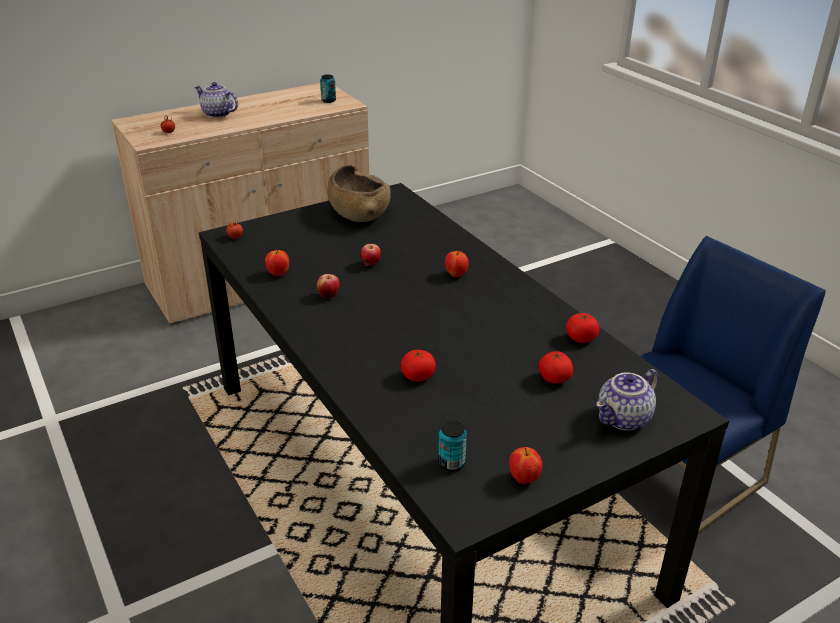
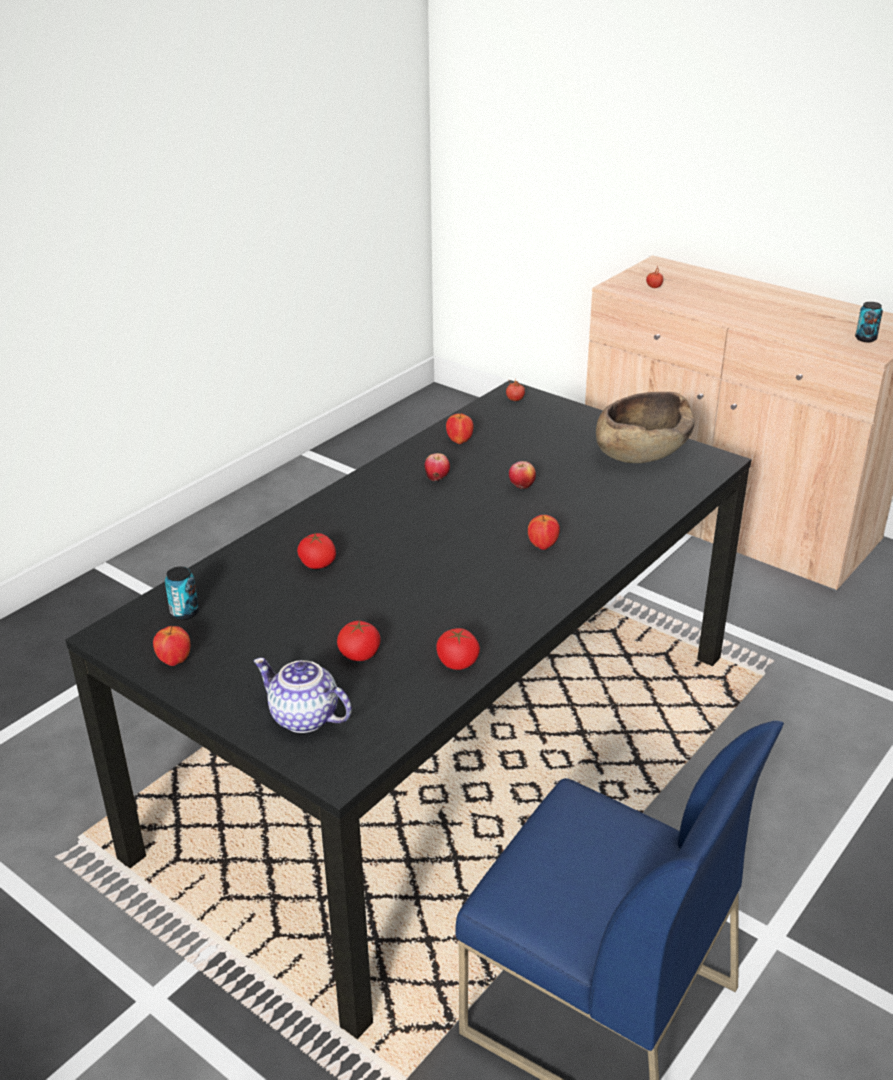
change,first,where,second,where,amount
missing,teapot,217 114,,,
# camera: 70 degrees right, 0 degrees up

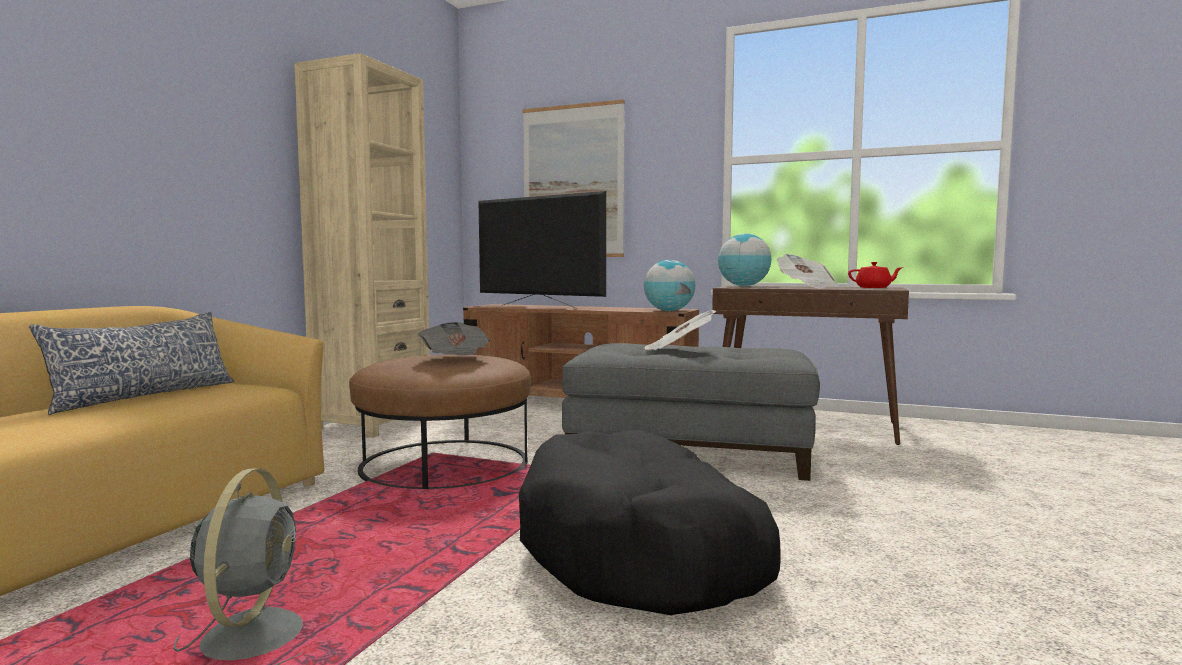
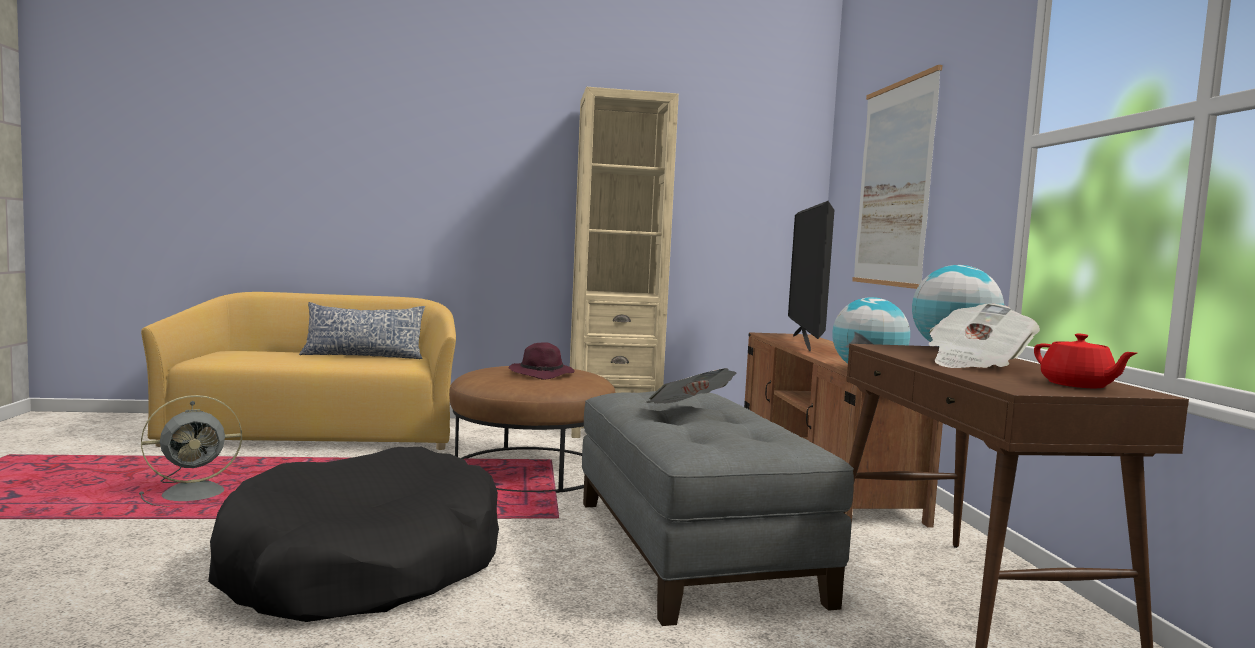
change,first,where,second,where,amount
exchanged,newspaper,456 360,hat (purple),542 374,
# camera: 60 degrees right, 0 degrees up

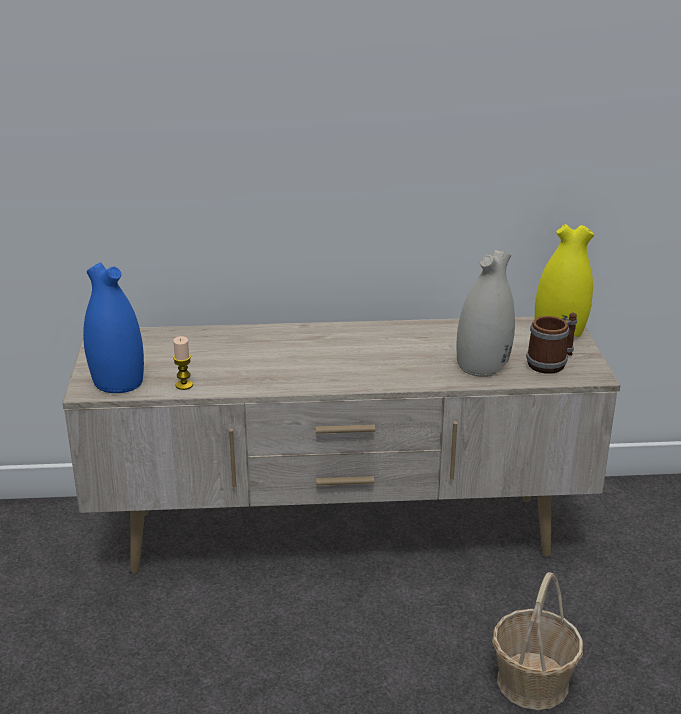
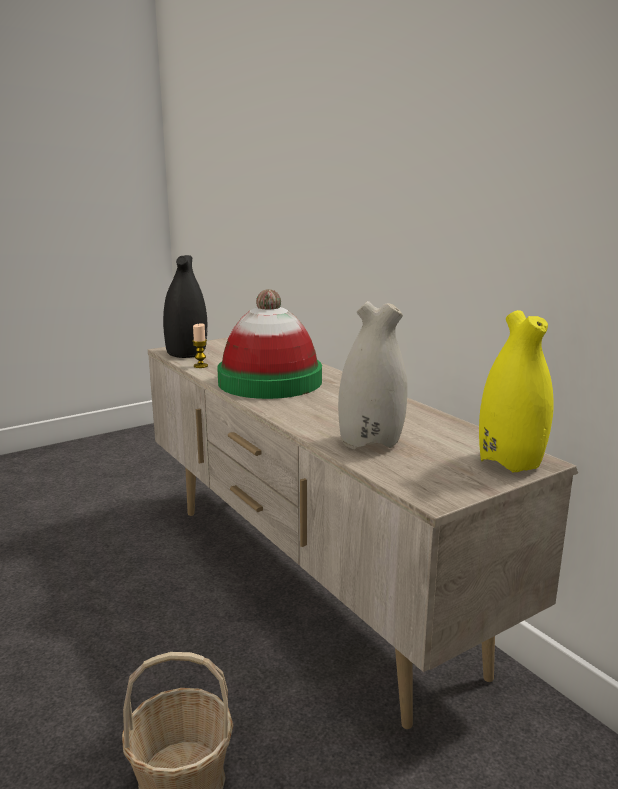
change,first,where,second,where,amount
colour,vase (blue),117 381,vase (black),187 352,
missing,mug,551 363,,,
appeared,,,hat,270 381,
# camera: 60 degrees right, 10 degrees down

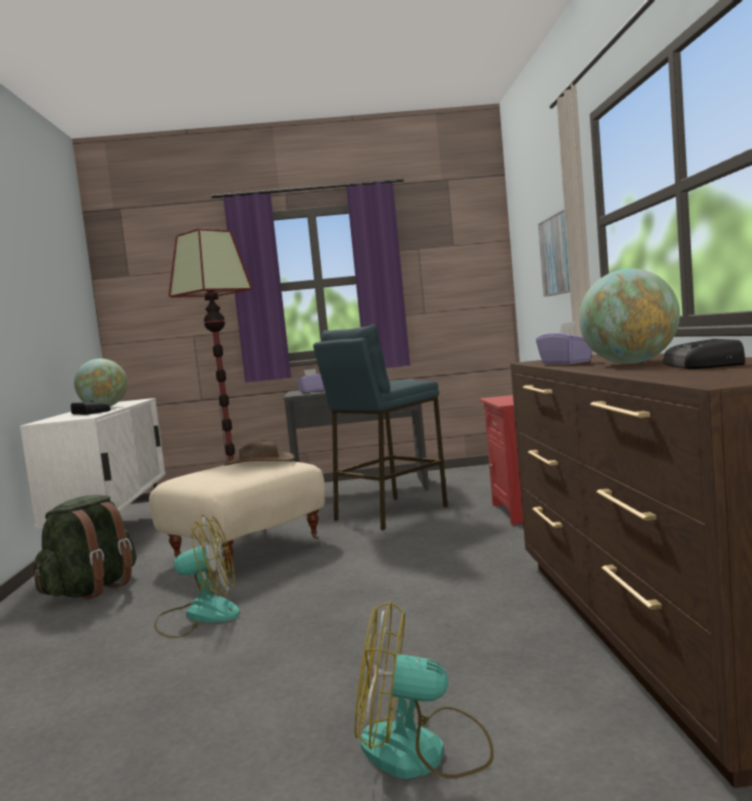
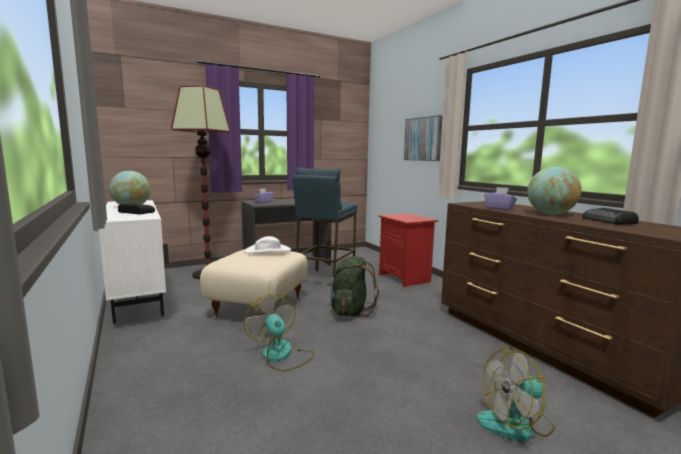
change,first,where,second,where,amount
colour,hat (brown),259 462,hat (white),268 251,
relocated,backpack (green),92 590,,350 312,
spun,fan,199 615,,281 356,90 degrees counterclockwise
# camera: 25 degrees left, 5 degrees up

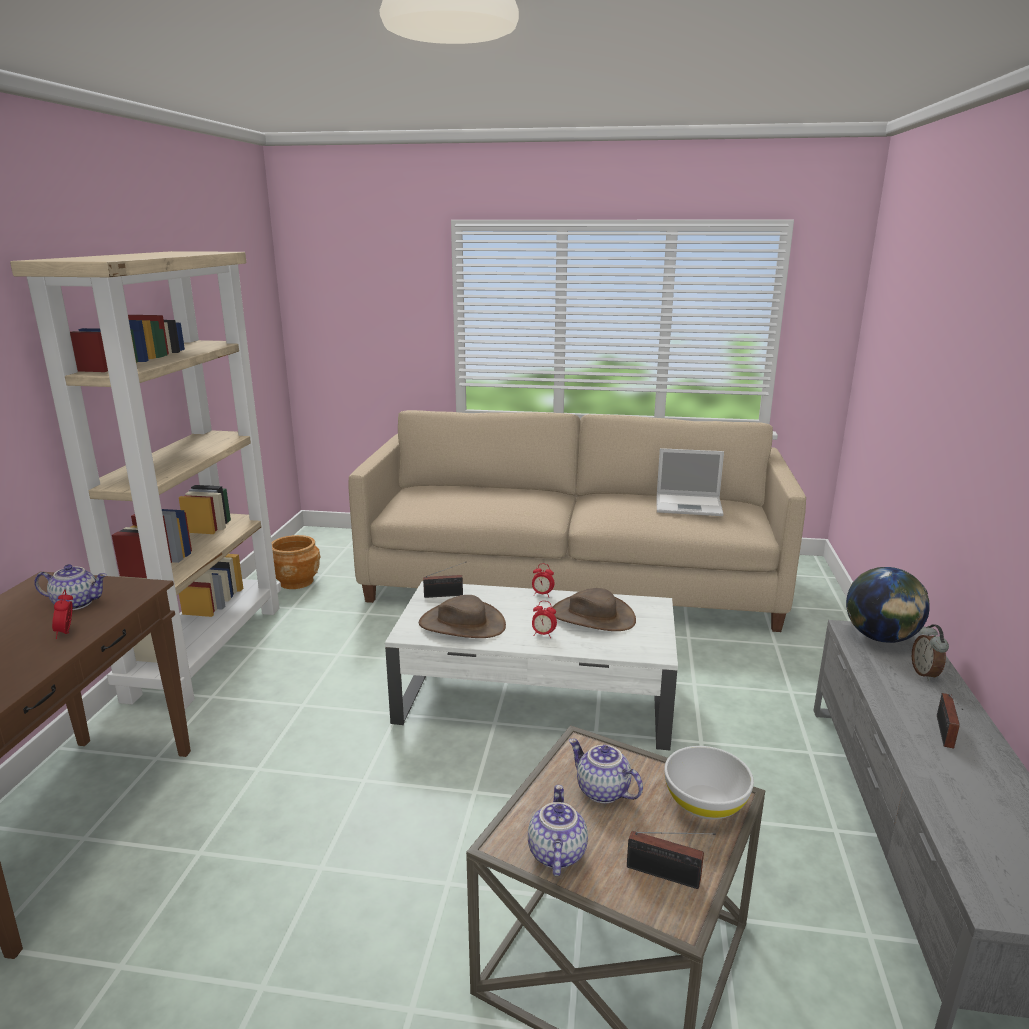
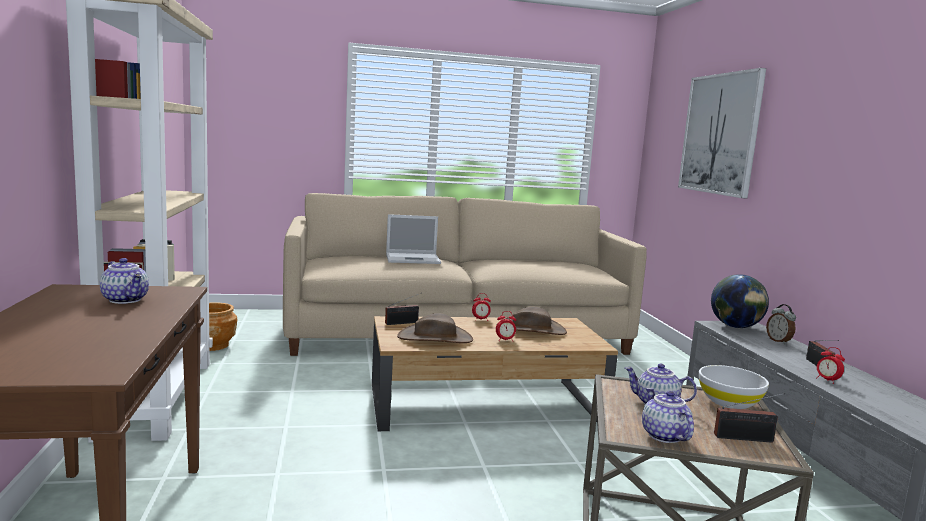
change,first,where,second,where,amount
relocated,laptop,690 505,,414 259,
spun,teapot,77 603,,126 300,60 degrees clockwise
colour,coffee table (white),537 697,coffee table (brown),486 404,
relocated,alarm clock,67 633,,827 380,
appeared,,,picture,720 134,
# camera: 20 degrees left, 10 degrees down

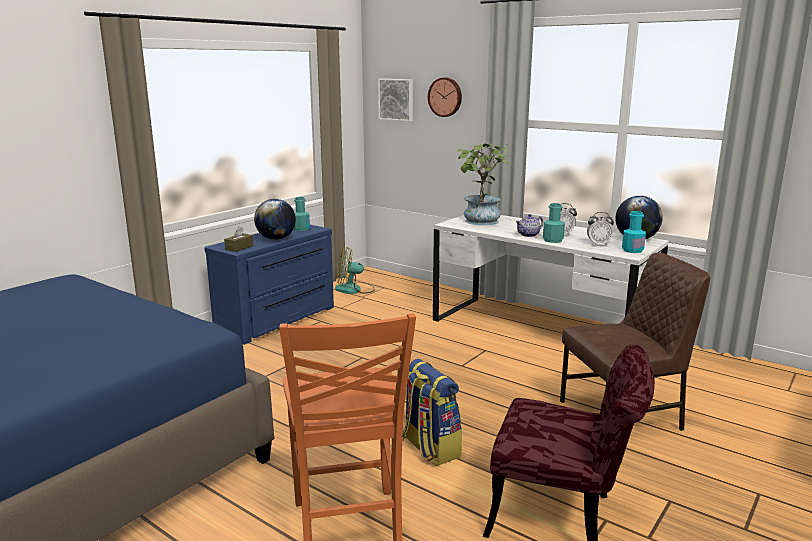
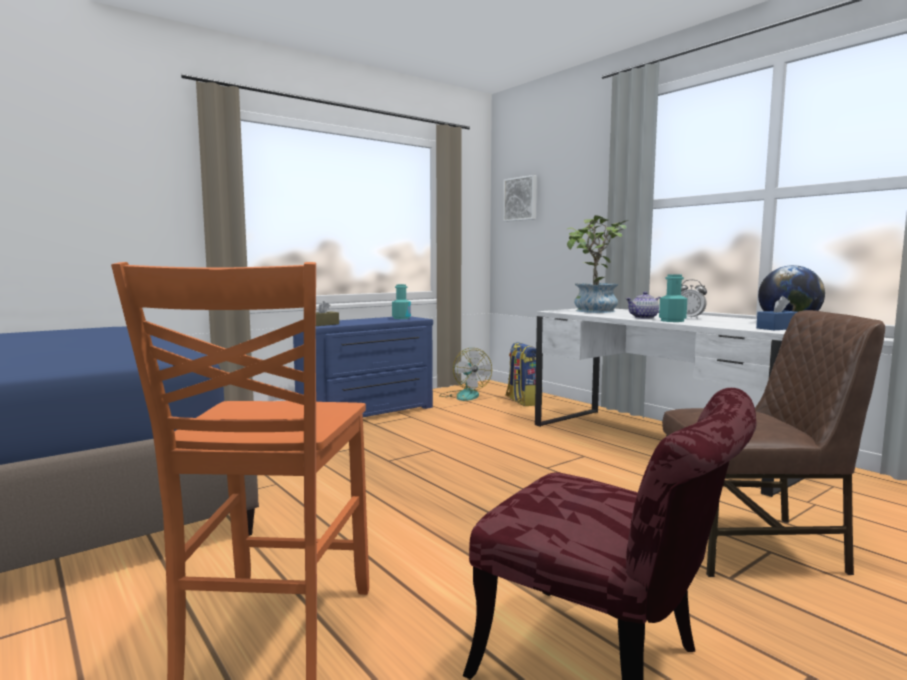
change,first,where,second,where,amount
missing,wall clock,445 97,,,
missing,globe,276 239,,,
exchanged,bottle (turquoise),632 250,tissue box (blue),778 328,
missing,alarm clock,598 244,,,
spun,fan,354 290,,464 395,120 degrees counterclockwise
relocated,backpack,430 448,,522 401,
# camera: 15 degrees right, 10 degrees down

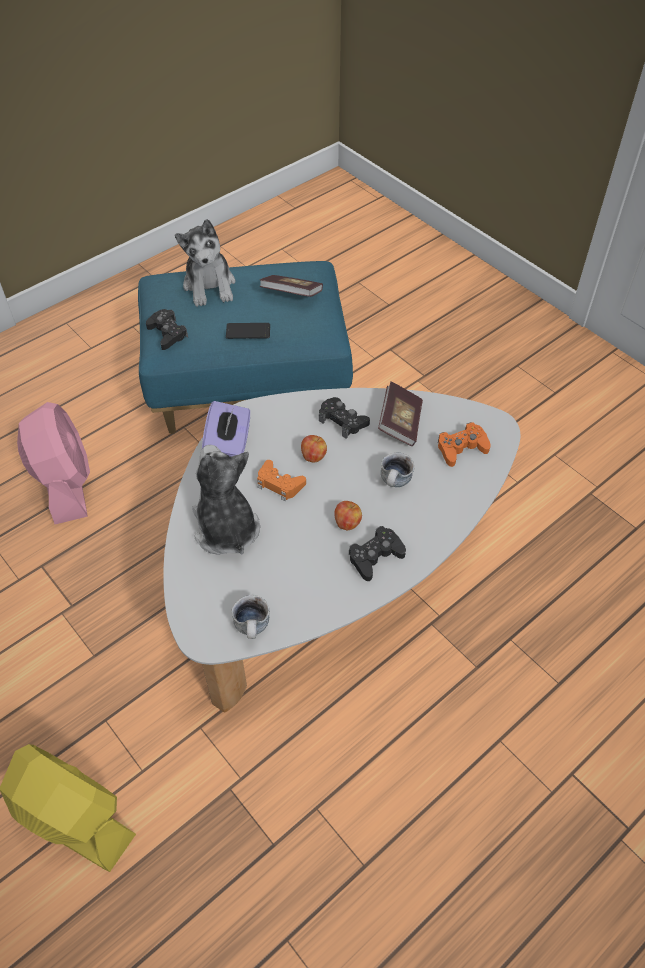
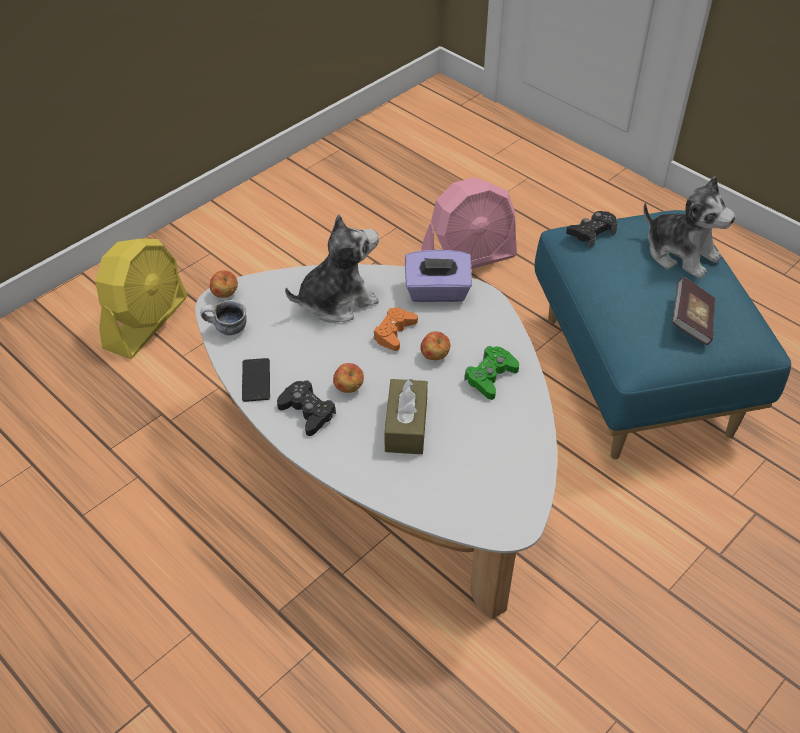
change,first,where,second,where,amount
spun,plush toy,210 285,,680 254,120 degrees counterclockwise
relocated,phone,248 331,,256 380,
missing,book,400 423,,,
colour,game controller (black),343 421,game controller (green),490 377,
missing,game controller (orange),461 448,,,
exchanged,mug,395 483,tissue box (brown),406 426,
appeared,,,apple,225 294,
# camera: 85 degrees right, 5 degrees down

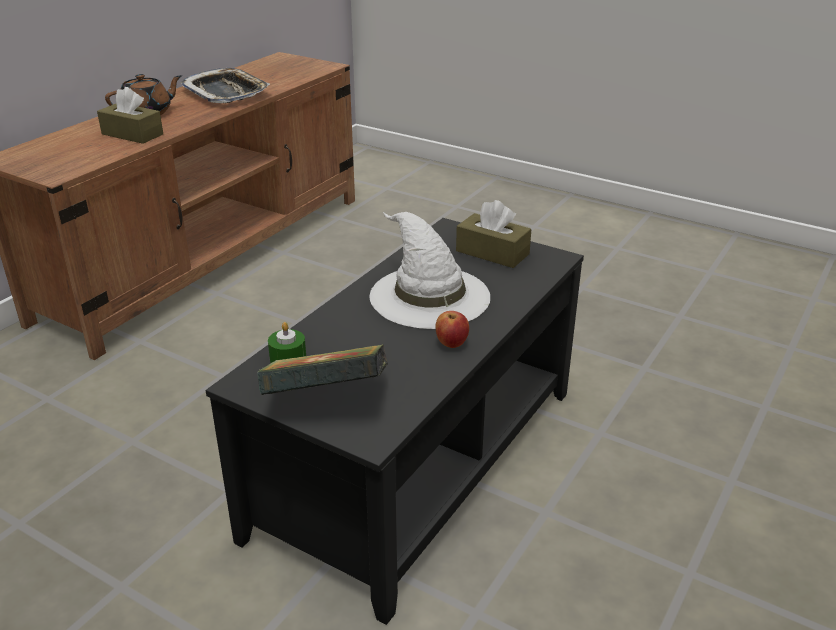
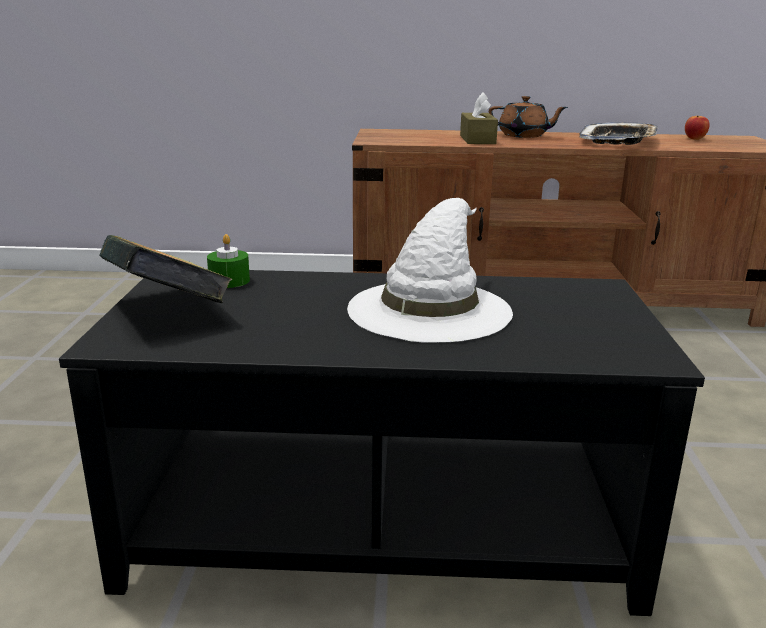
change,first,where,second,where,amount
missing,tissue box (brown),492 252,,,
relocated,apple,451 343,,695 139,
# camera: 60 degrees right, 10 degrees down

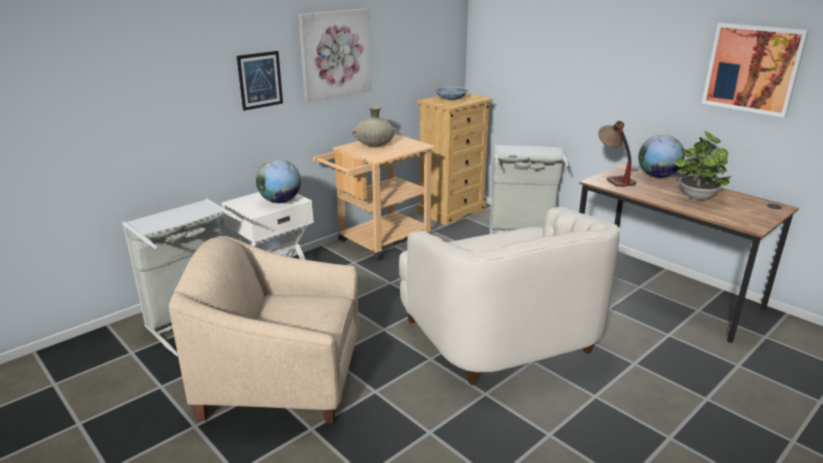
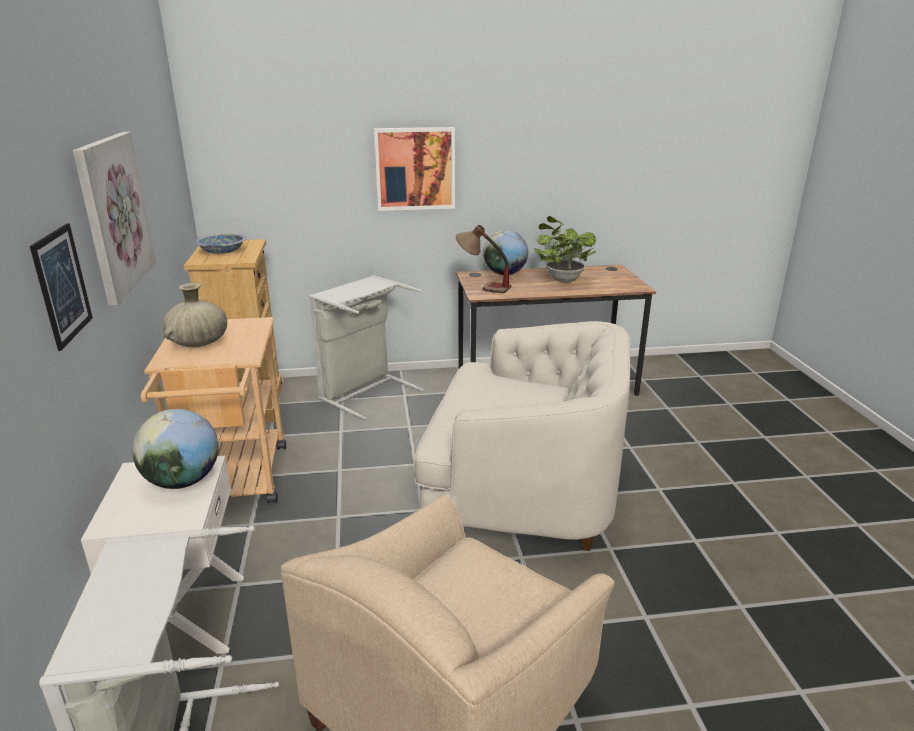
change,first,where,second,where,amount
relocated,picture,752 68,,415 169,
# camera: 55 degrees left, 0 degrees up

